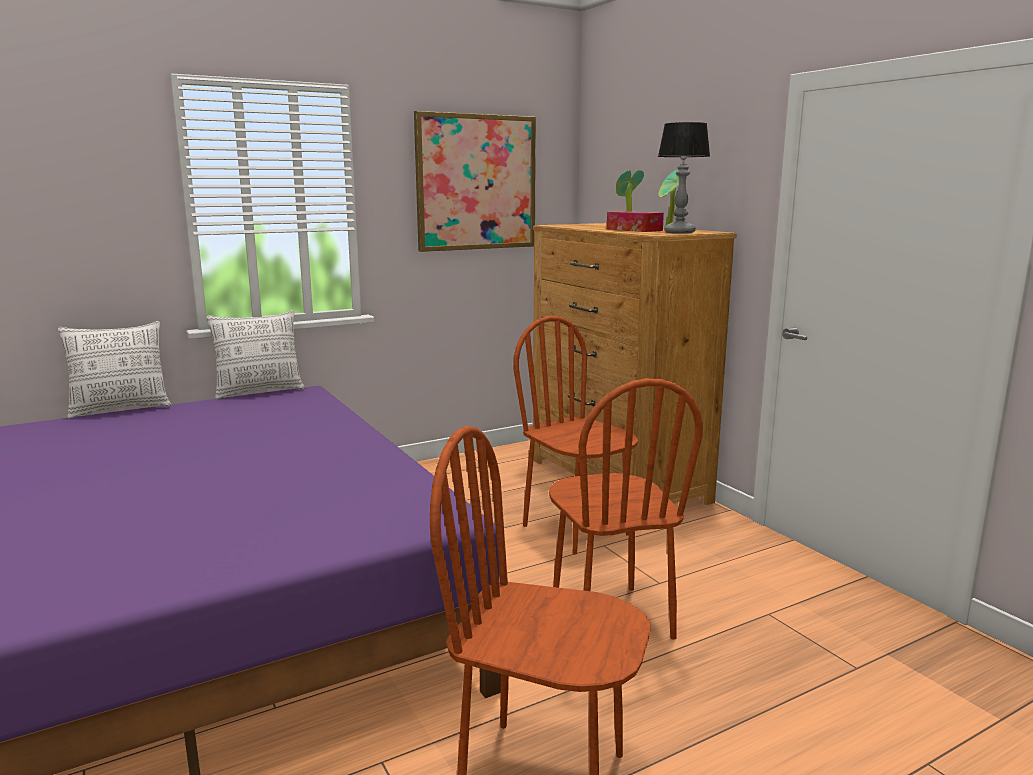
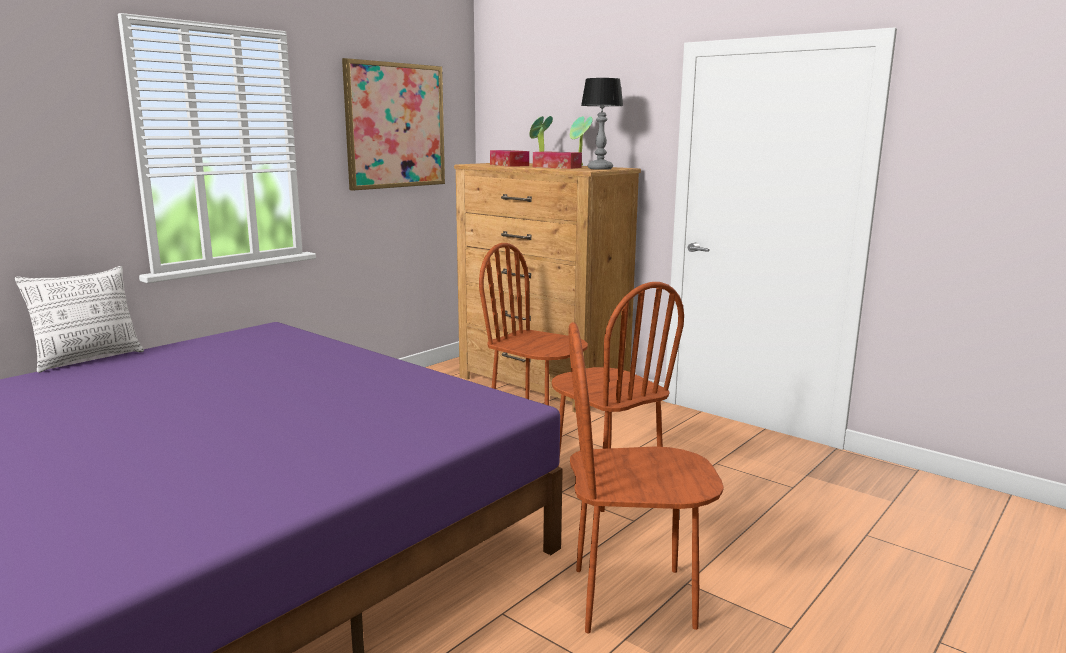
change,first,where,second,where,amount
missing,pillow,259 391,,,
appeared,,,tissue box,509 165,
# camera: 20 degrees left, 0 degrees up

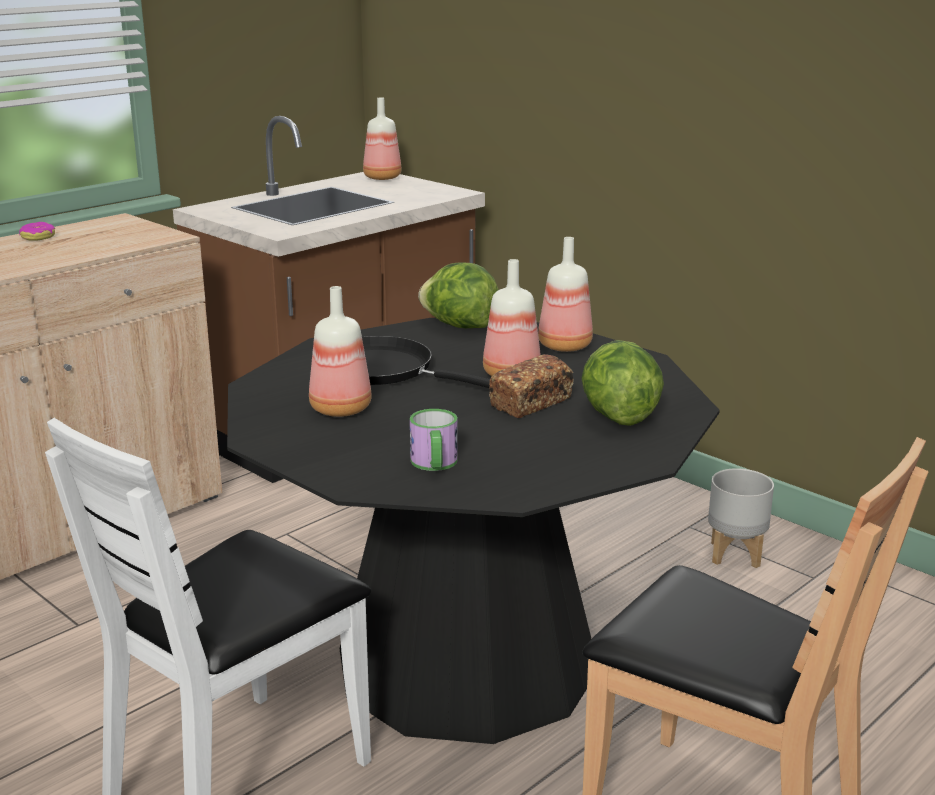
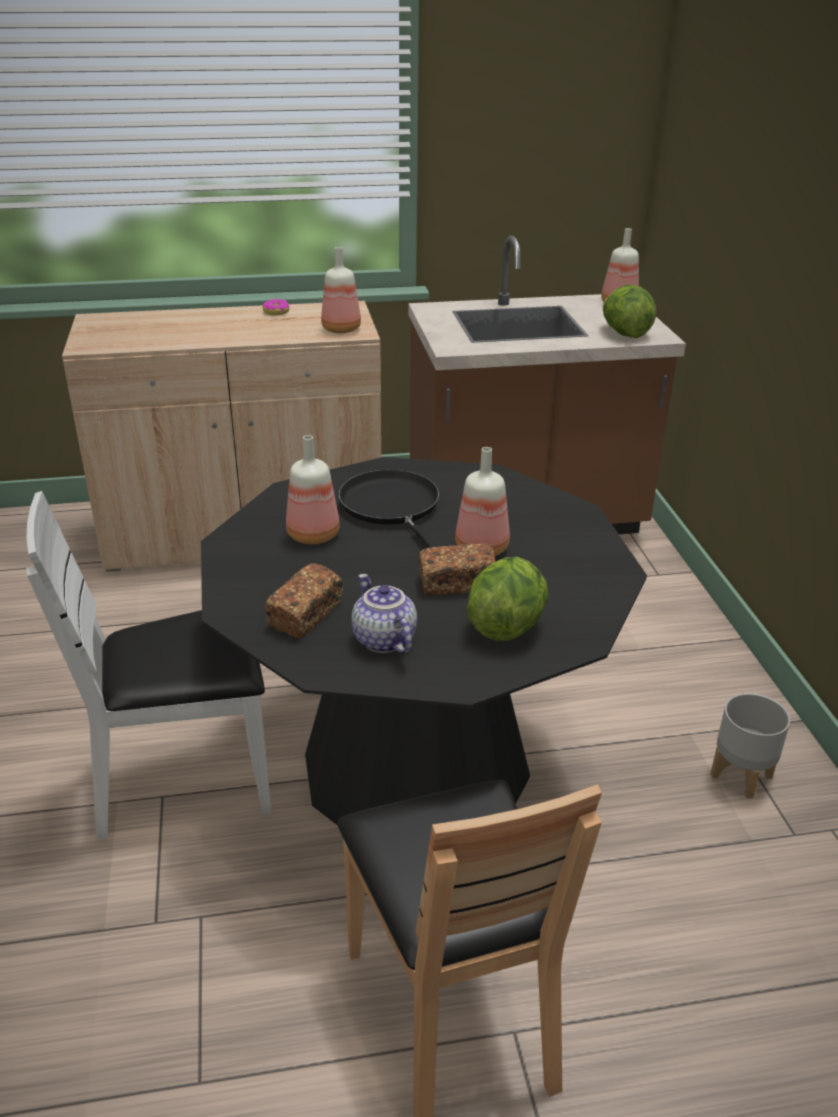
change,first,where,second,where,amount
relocated,bottle,563 346,,340 329,
relocated,lettuce,460 326,,624 334,
exchanged,mug,434 464,bread,306 615,
appeared,,,teapot,382 640,
# camera: 35 degrees right, 10 degrees up

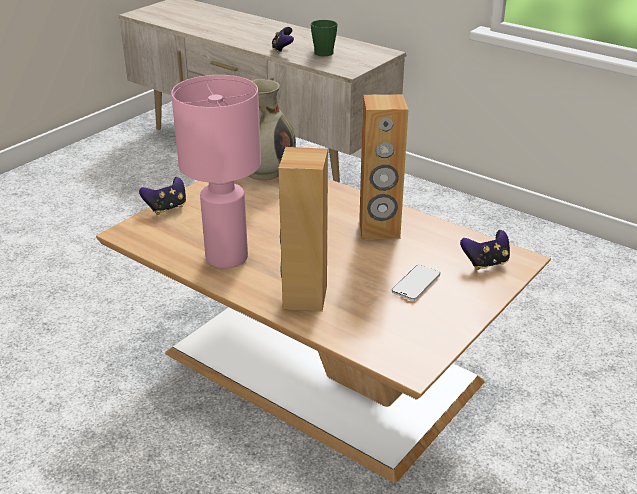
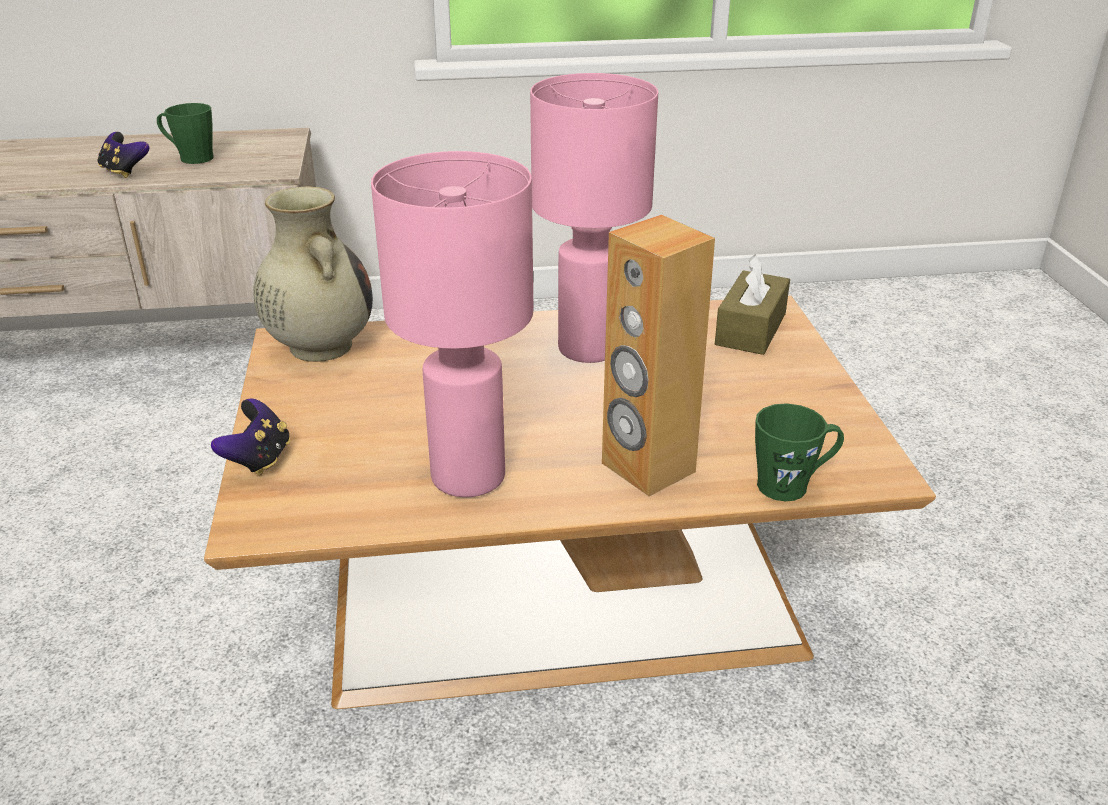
change,first,where,second,where,amount
exchanged,speaker (brown),379 230,table lamp (pink),588 348,
exchanged,game controller,485 263,tissue box (brown),750 329,
missing,phone,416 284,,,
appeared,,,mug (green),792 485,
# camera: 45 degrees left, 0 degrees up

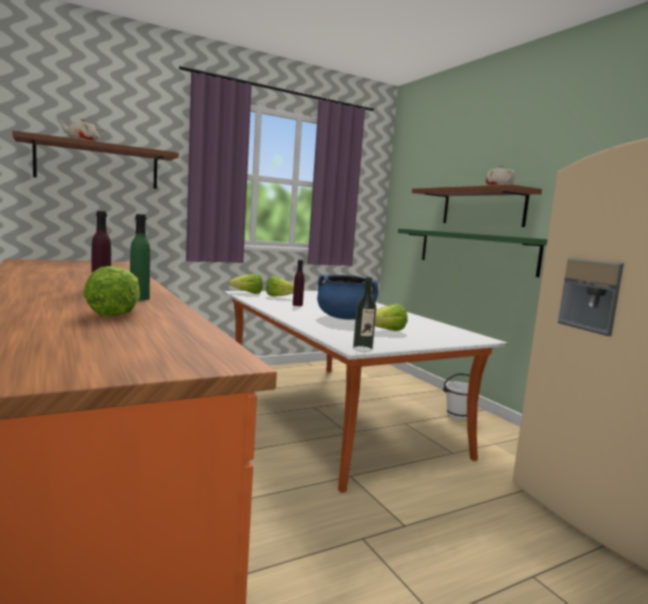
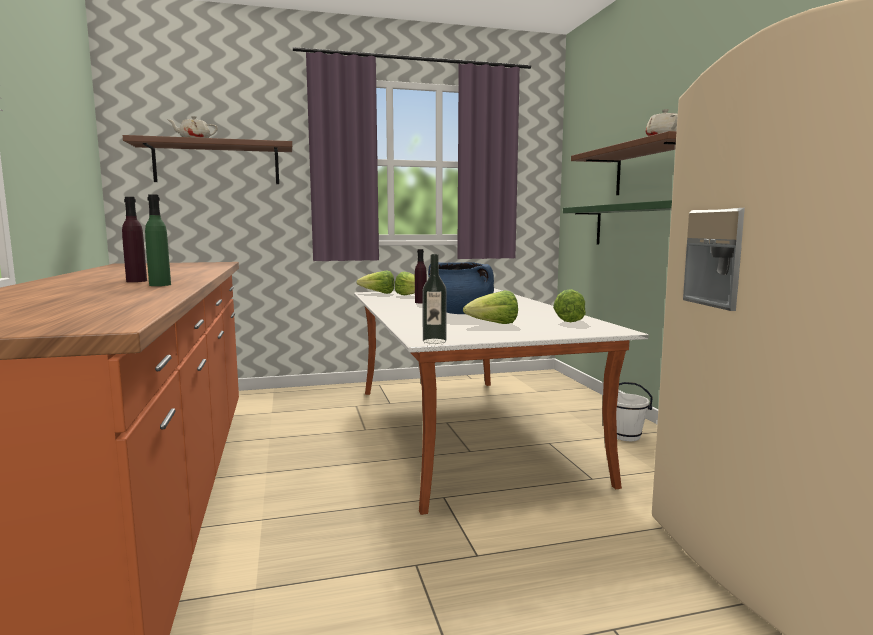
change,first,where,second,where,amount
relocated,lettuce,116 312,,568 320,
# camera: 15 degrees right, 0 degrees up

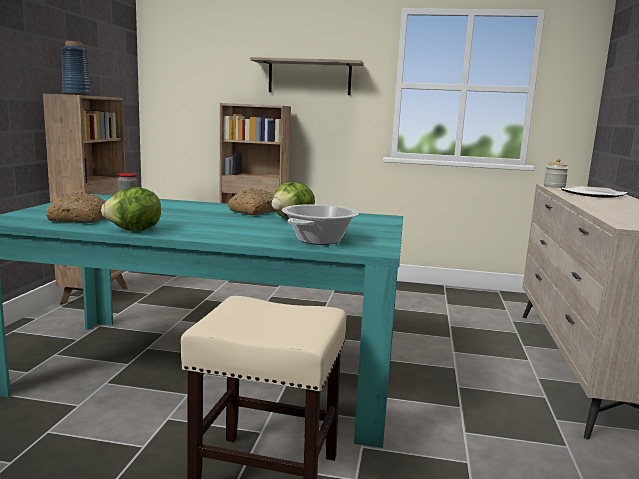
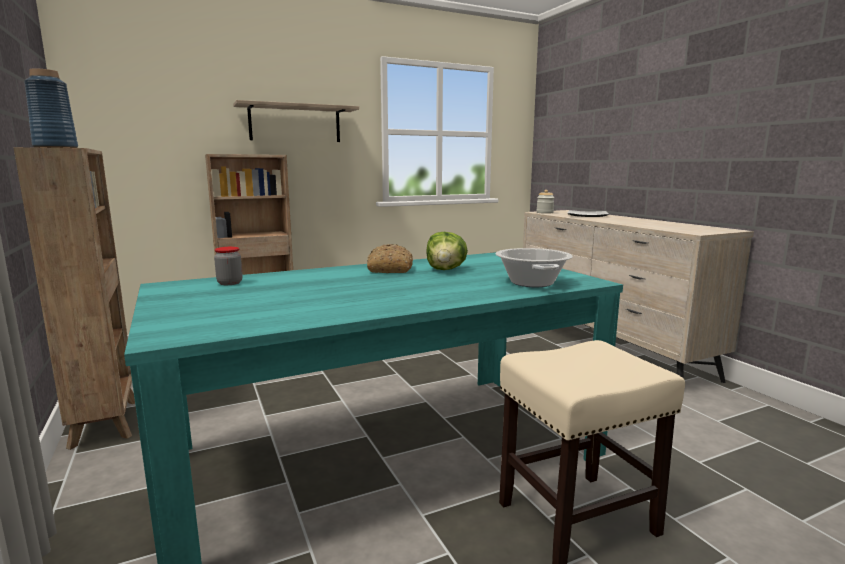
change,first,where,second,where,amount
missing,lettuce,134 231,,,
missing,bread,81 219,,,
# camera: 35 degrees left, 0 degrees up

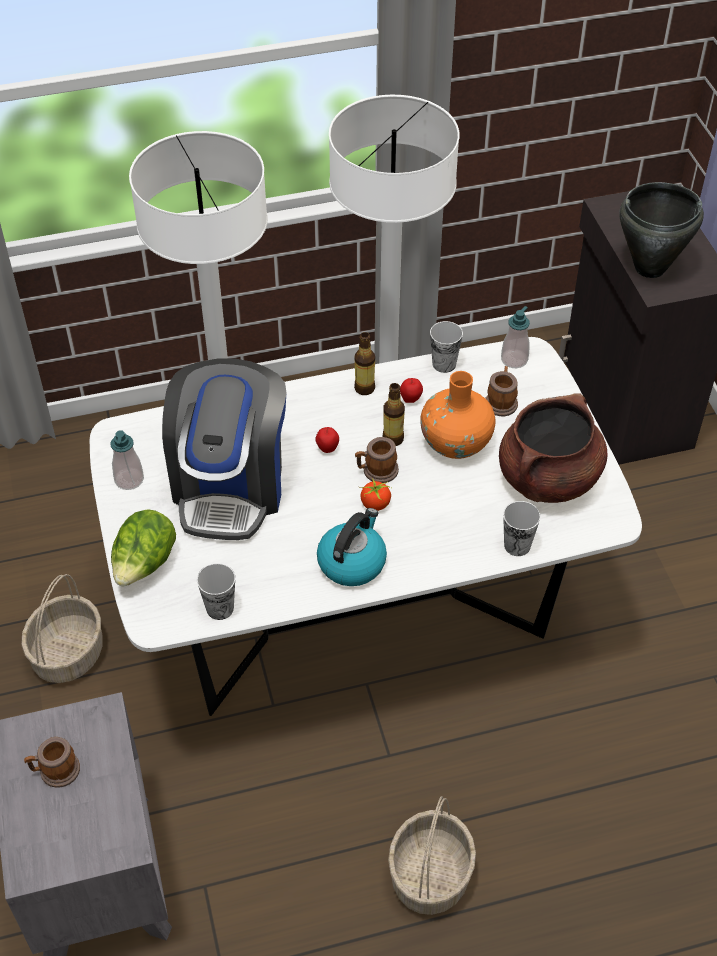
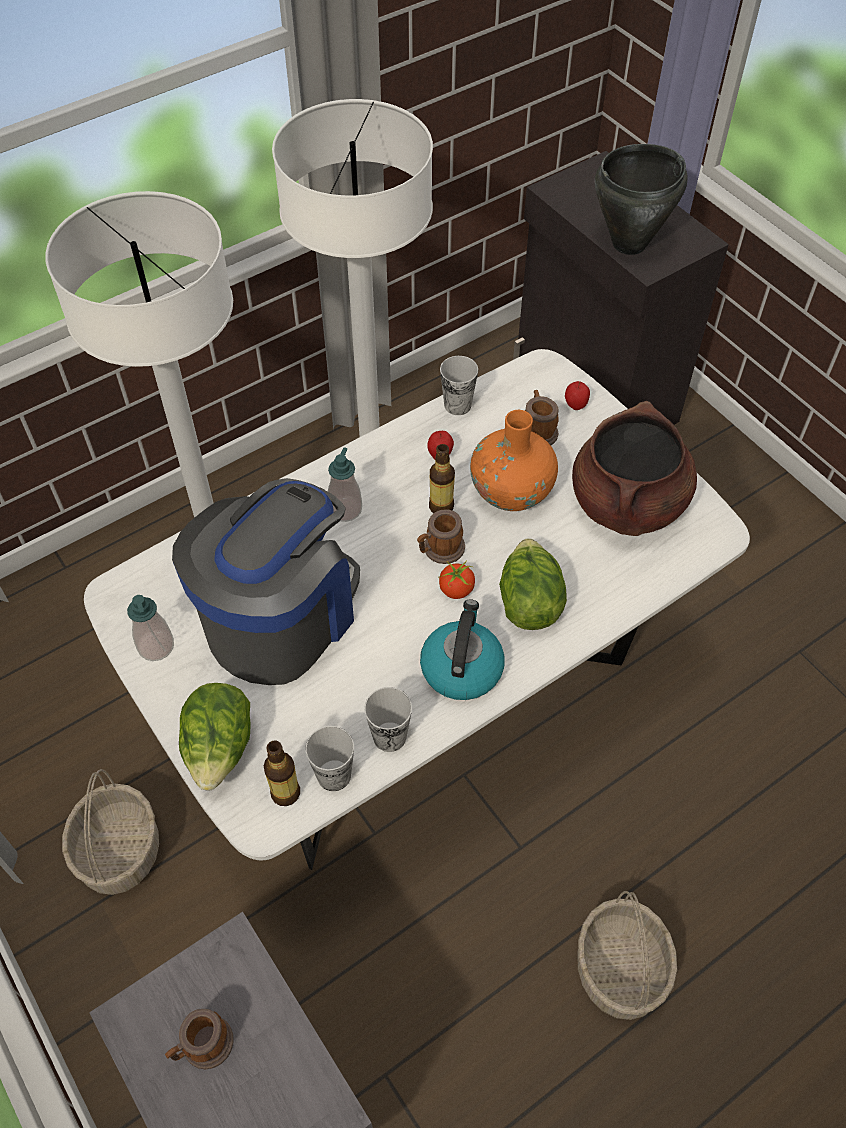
change,first,where,second,where,amount
relocated,soap dispenser,514 359,,345 509,
relocated,bottle,364 388,,285 793,
spun,coffee machine,230 485,,281 617,135 degrees counterclockwise
relocated,apple,327 449,,575 406,
relocated,cup,517 545,,389 736,
appeared,,,lettuce,529 602,
# camera: 20 degrees left, 5 degrees up

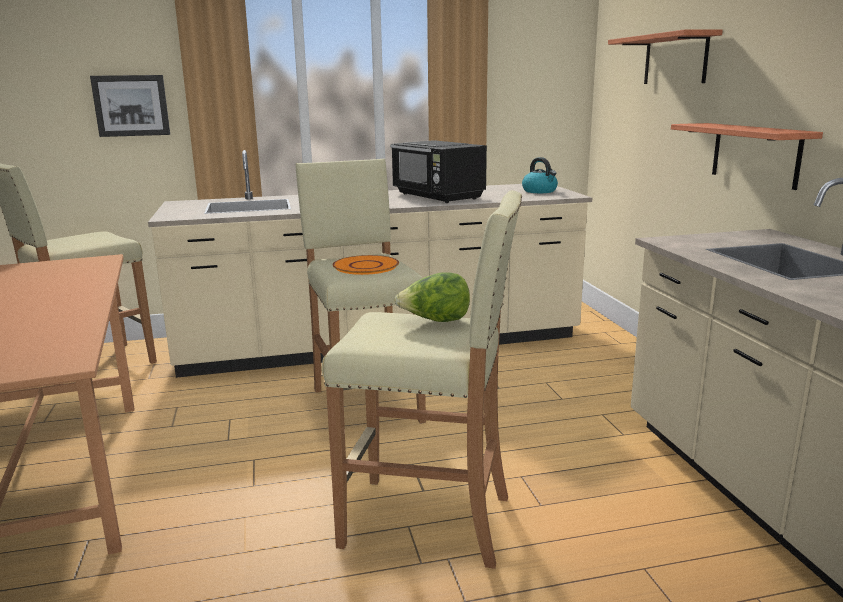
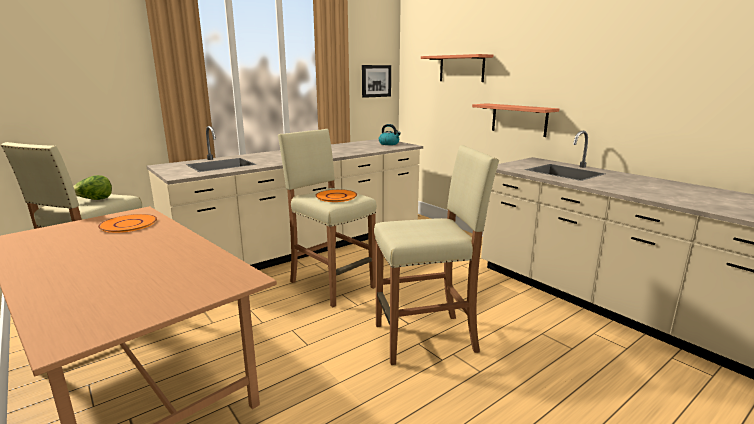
change,first,where,second,where,amount
relocated,picture,131 105,,376 81,
missing,microwave (black),438 196,,,
relocated,lettuce,435 321,,94 200,
appeared,,,plate (orange),129 224,
# camera: 25 degrees left, 0 degrees up

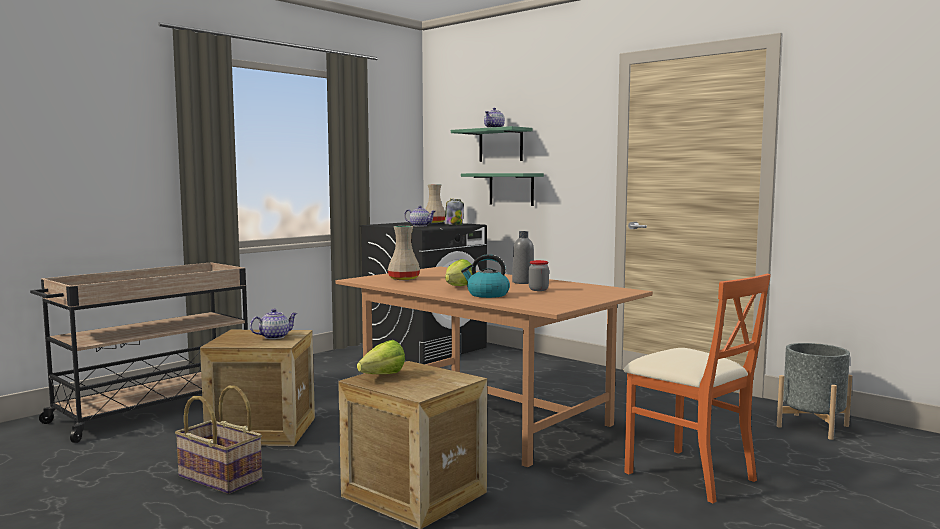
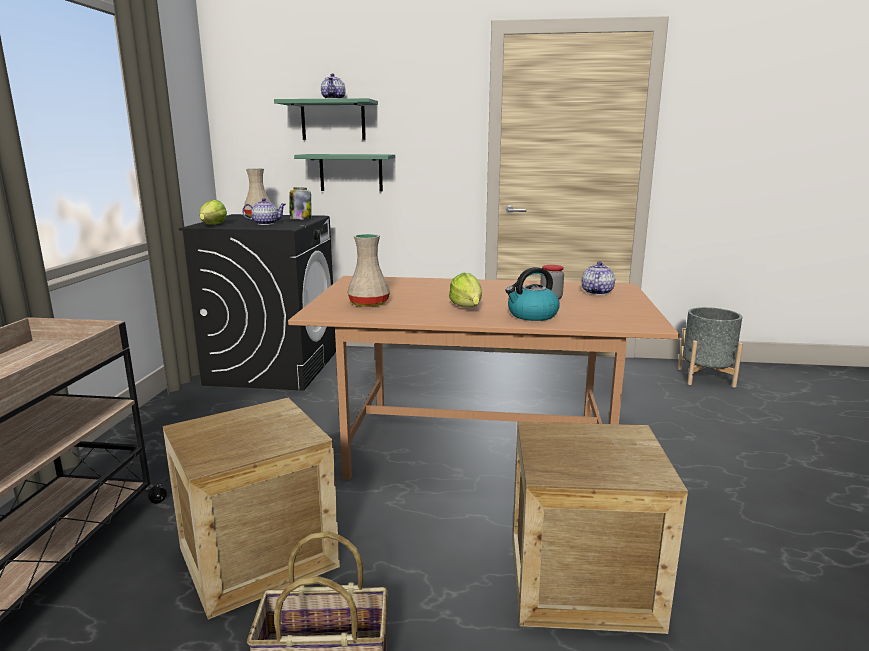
change,first,where,second,where,amount
missing,bottle (grey),523 282,,,
missing,chair (orange),689 474,,,
relocated,teapot,274 337,,596 292,
relocated,lettuce,378 377,,210 226,
# camera: 35 degrees left, 10 degrees up

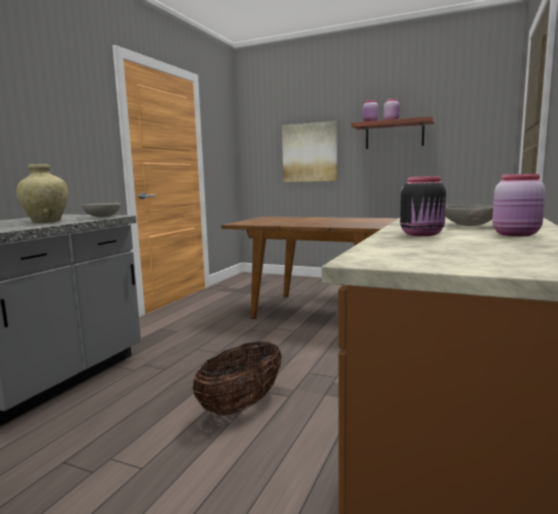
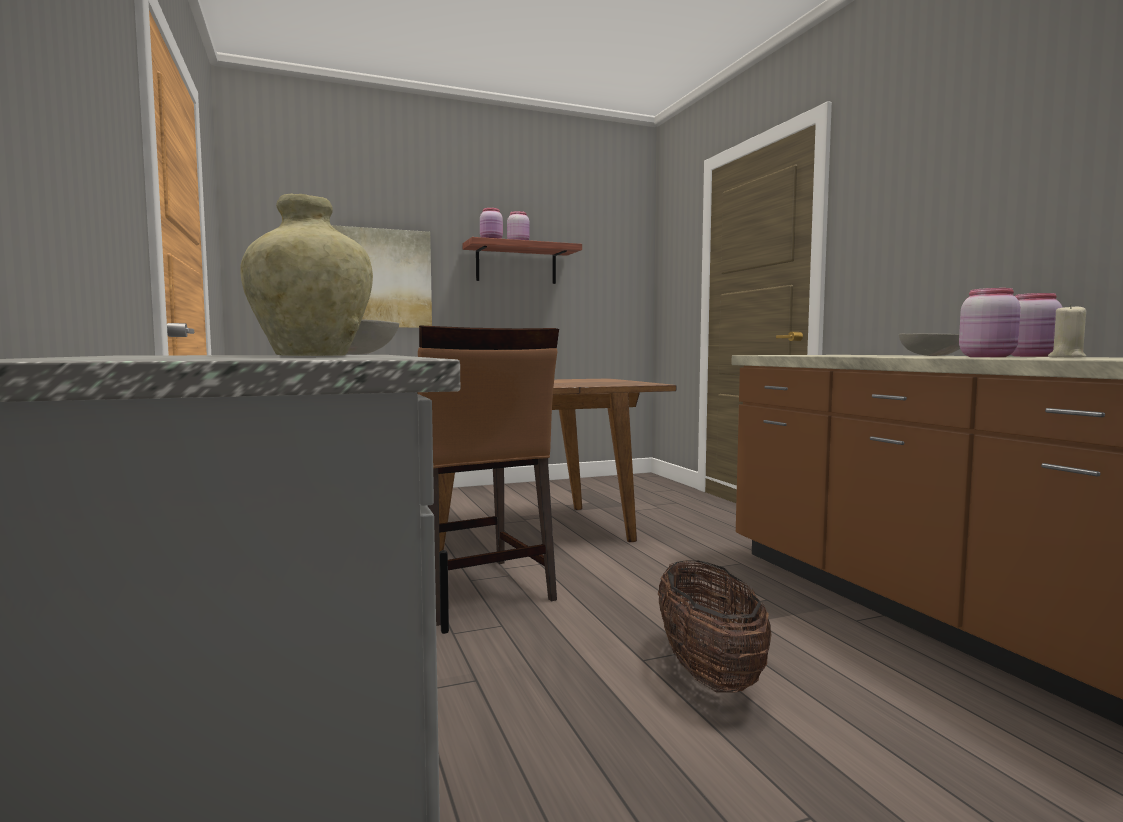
change,first,where,second,where,amount
colour,jar (black),423 234,jar (pink),988 357,
appeared,,,candle (beige),1066 357,
appeared,,,chair (brown),471 590,
# camera: 45 degrees left, 5 degrees down

